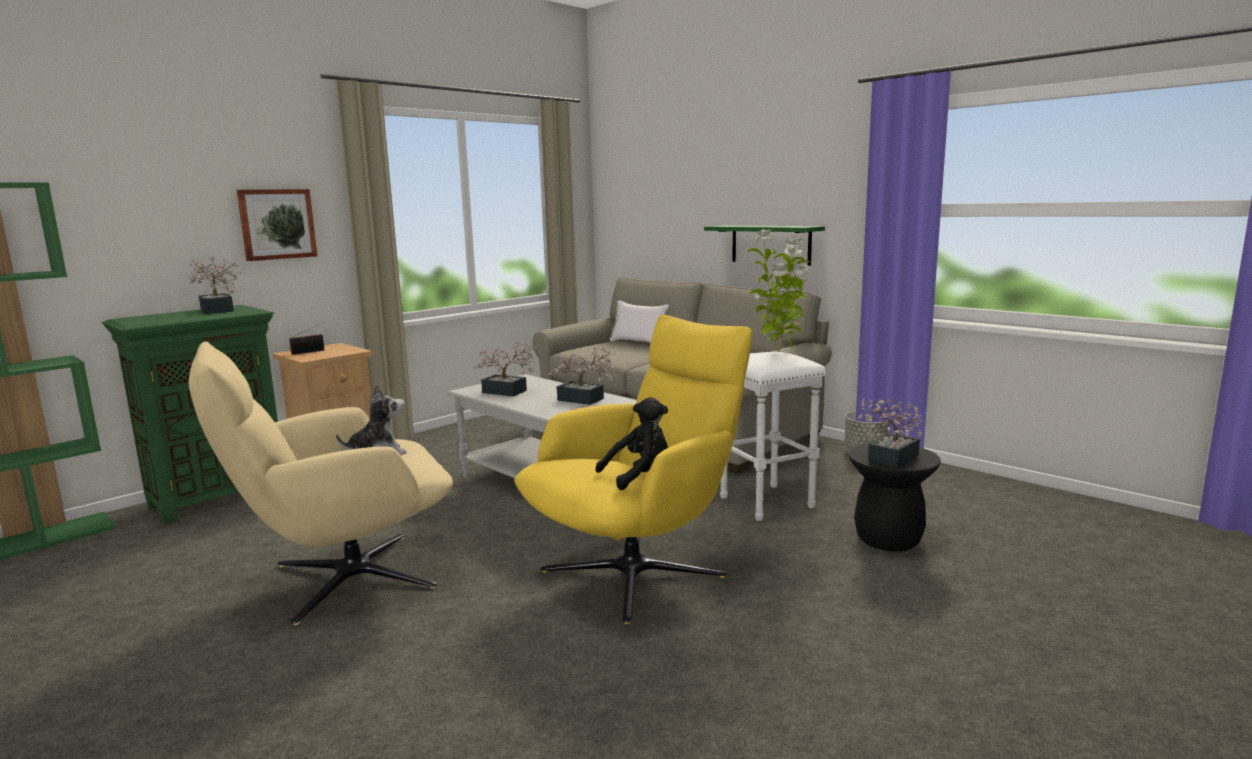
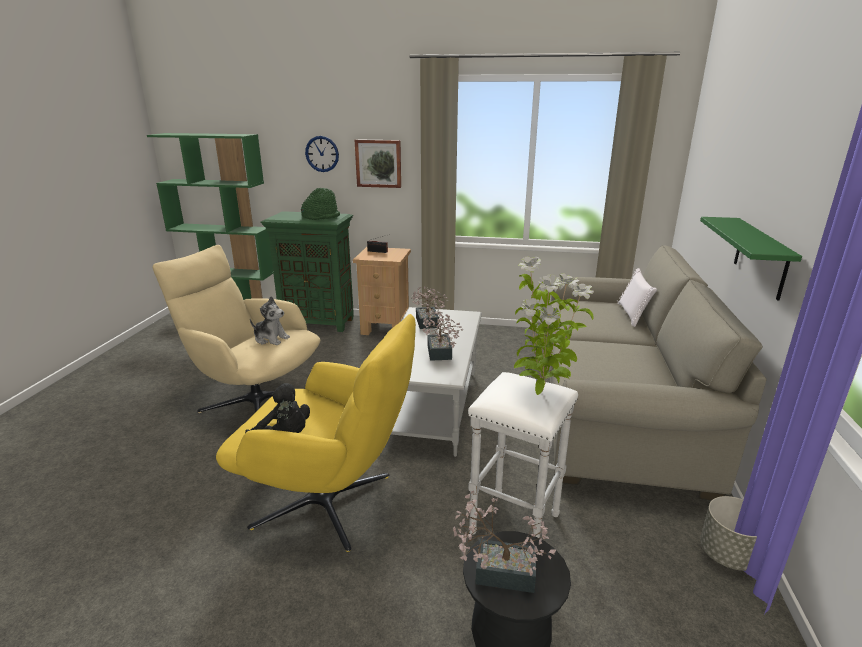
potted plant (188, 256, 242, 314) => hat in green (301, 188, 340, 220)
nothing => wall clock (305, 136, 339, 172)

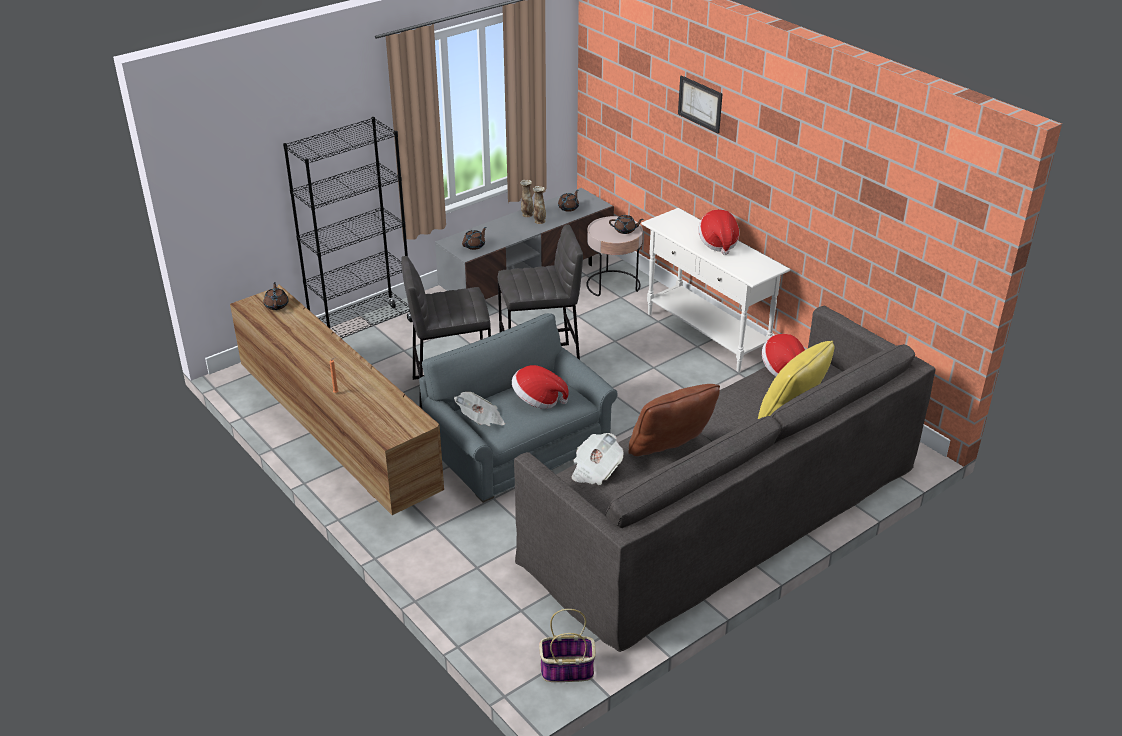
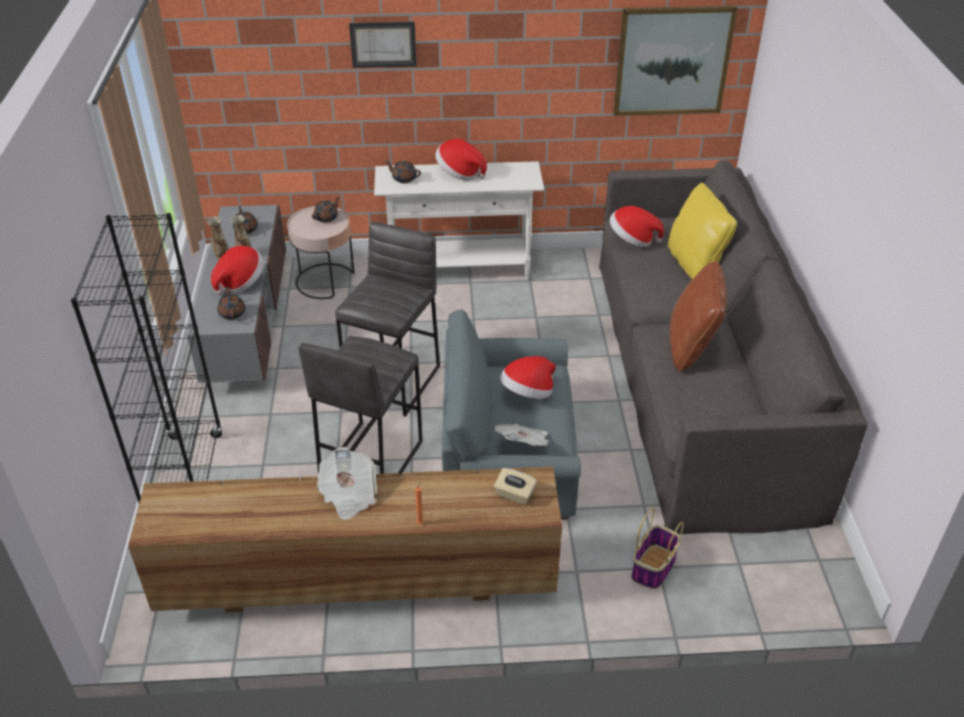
nothing => hat (211, 246, 264, 295)
newspaper (572, 433, 624, 485) => newspaper (317, 447, 377, 520), moved
teapot in brown (264, 282, 289, 310) => teapot in brown (385, 161, 421, 183), moved
nothing => tissue box in beige (494, 468, 537, 505)
nothing => picture (613, 6, 738, 116)
basket (539, 609, 596, 682) => basket (631, 507, 684, 589), moved

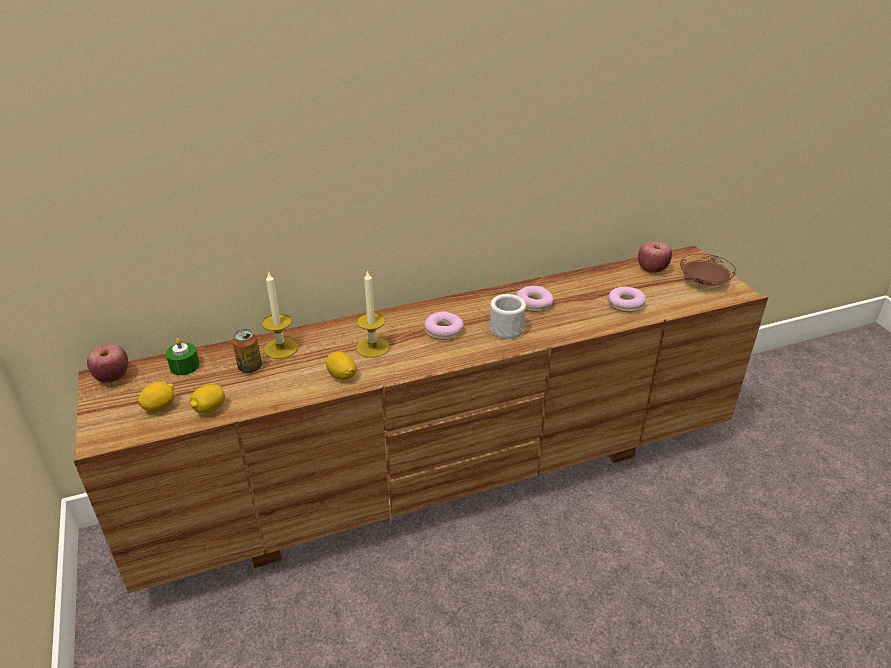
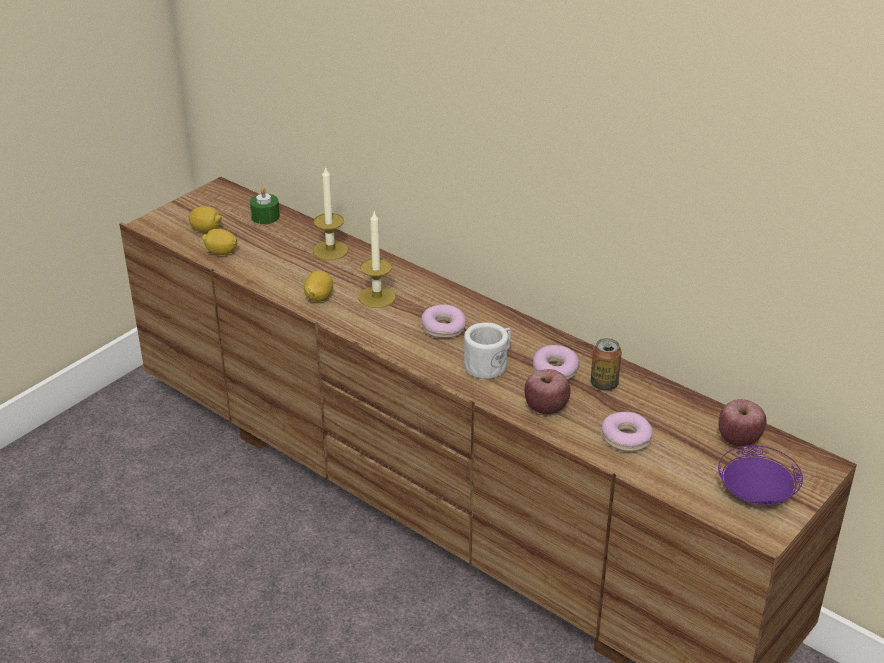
apple (87, 344, 128, 383) => apple (524, 369, 571, 414), moved
can (232, 329, 262, 373) => can (591, 338, 622, 391), moved
plate in brown (680, 254, 736, 285) => plate in purple (718, 445, 803, 505)

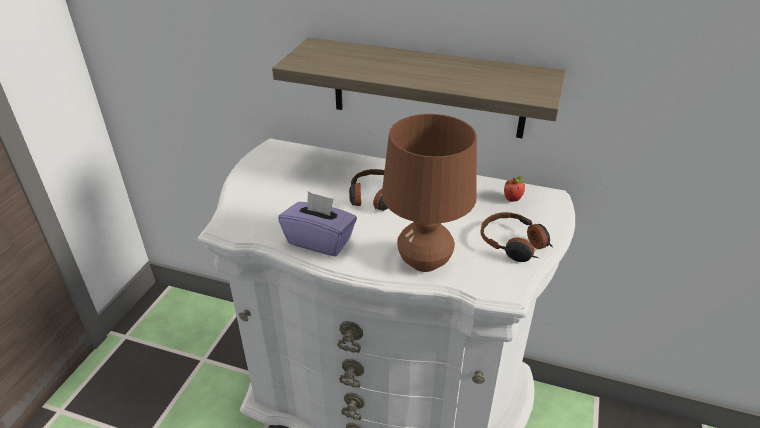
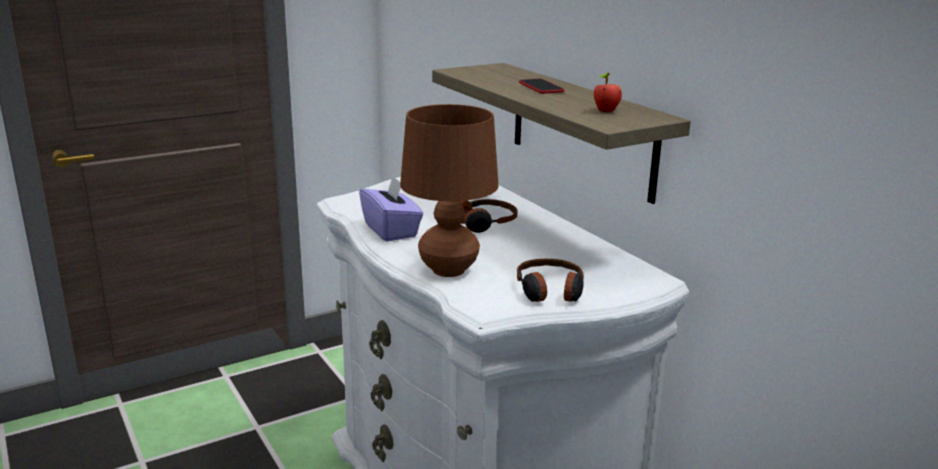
nothing => phone (519, 79, 565, 94)
apple (504, 176, 525, 202) => apple (594, 73, 622, 113), moved

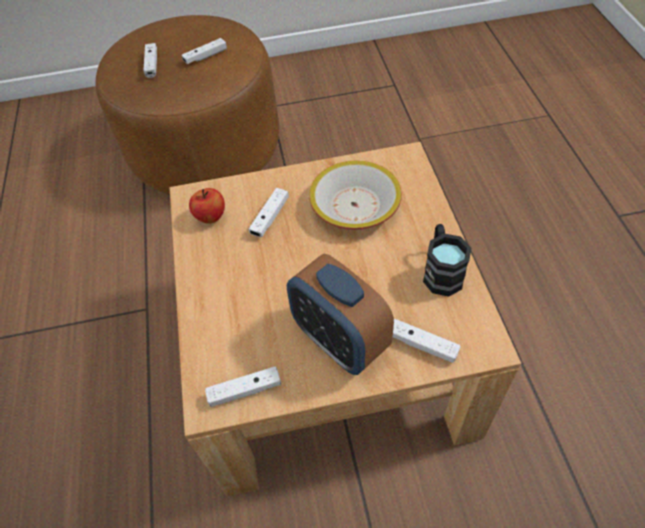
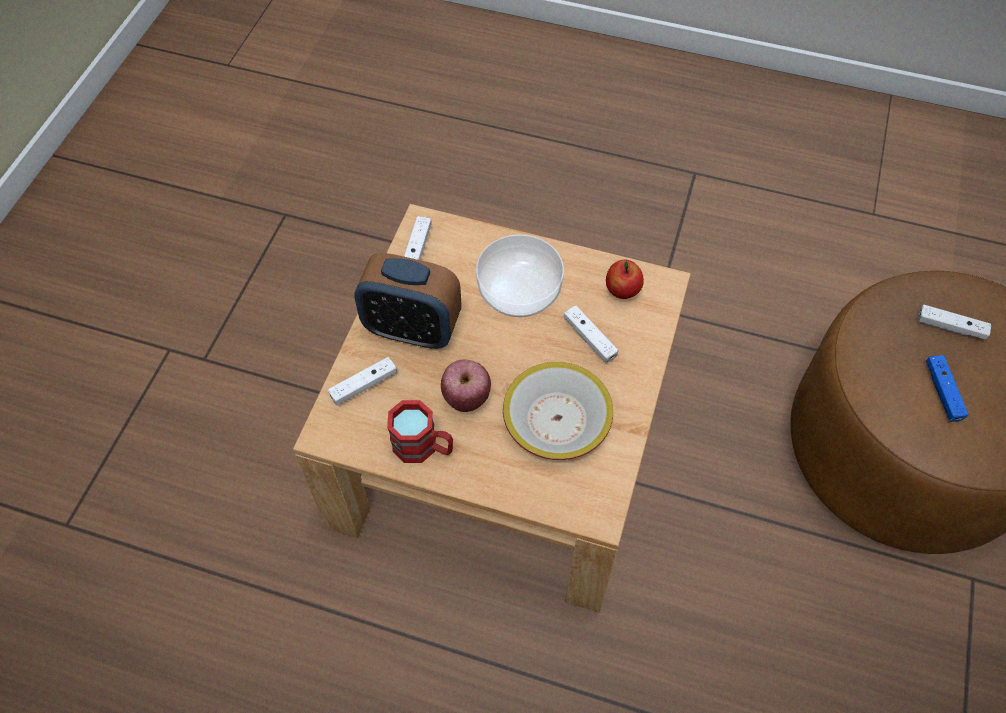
alarm clock (287, 254, 394, 375) => alarm clock (354, 253, 462, 349), 150 degrees counterclockwise
mug in black (423, 224, 471, 297) => mug in red (387, 400, 453, 463)
nothing => apple (441, 360, 491, 412)
nothing => bowl (476, 235, 564, 317)
game controller in white (182, 38, 227, 64) => game controller in blue (926, 355, 969, 422)

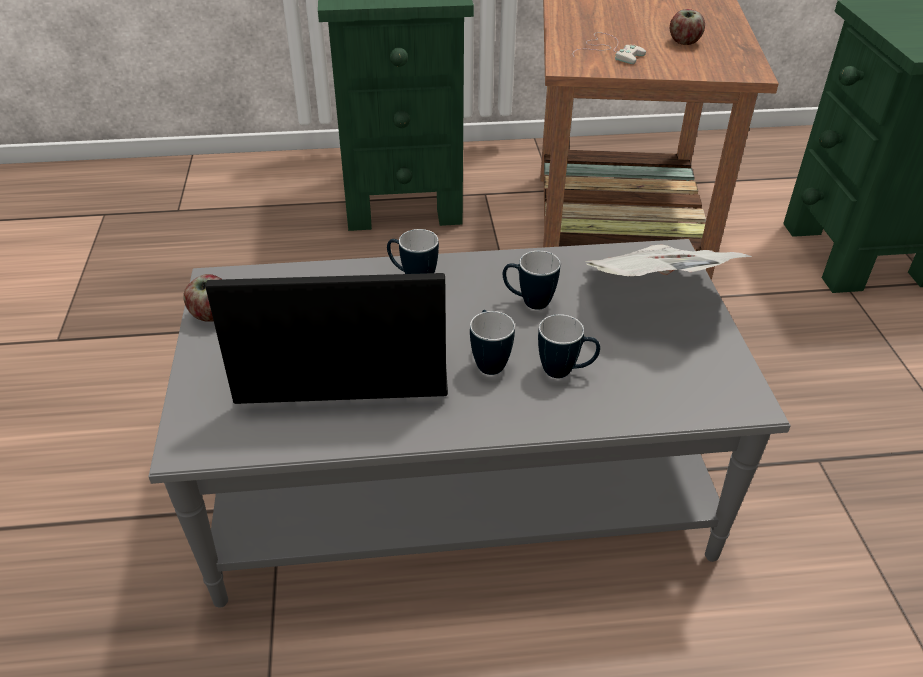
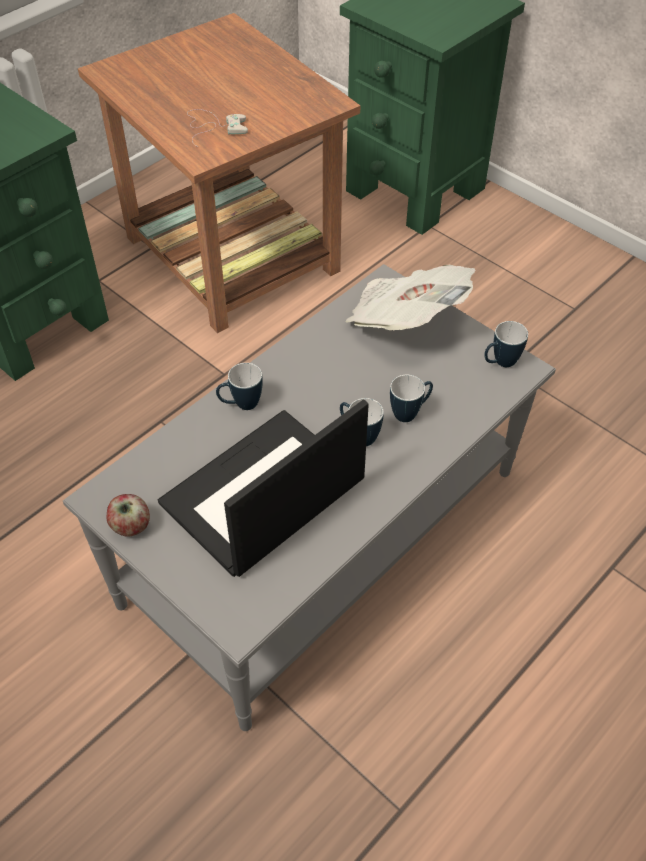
mug (503, 251, 560, 310) => mug (484, 321, 528, 367), moved
apple (670, 9, 705, 45) => nothing

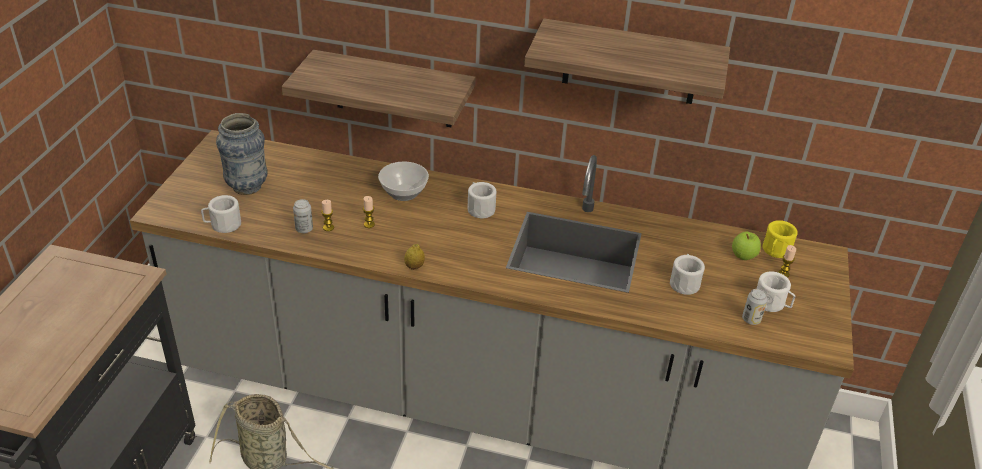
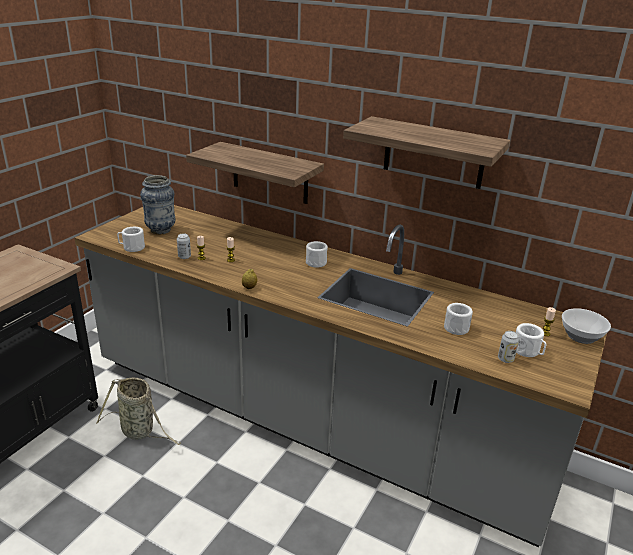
bowl (378, 162, 429, 201) => bowl (562, 308, 611, 344), moved
apple (732, 231, 761, 260) => nothing
mug in yellow (763, 220, 798, 258) => nothing

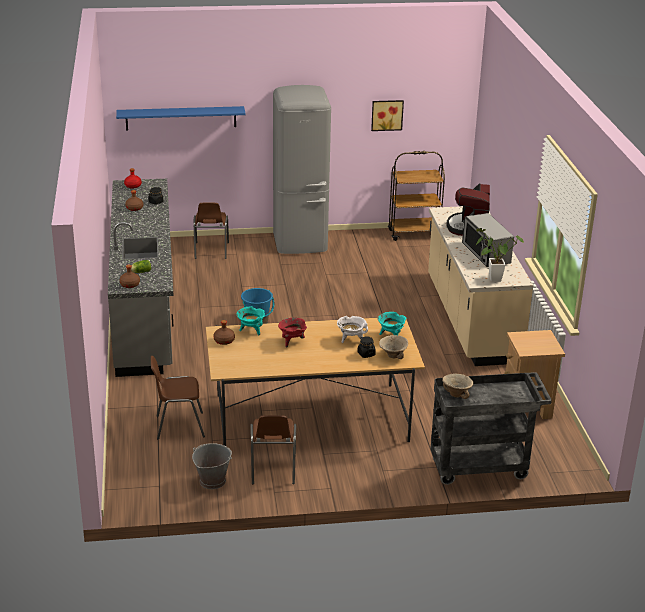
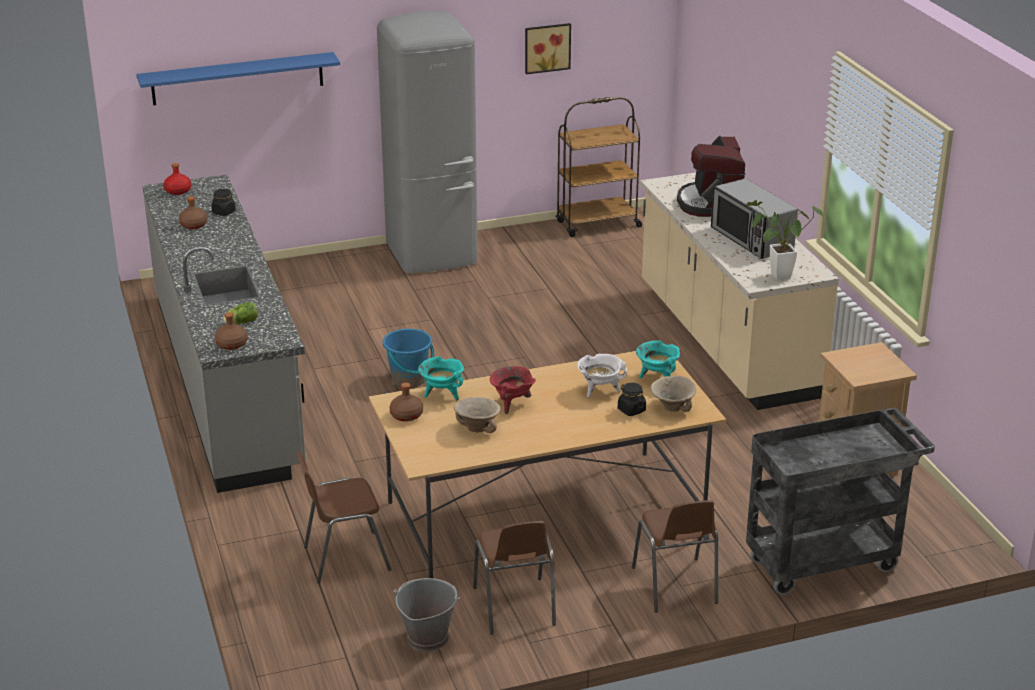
bowl in beige (442, 373, 474, 399) => bowl in beige (454, 397, 501, 433), moved
chair in brown (194, 202, 229, 259) => chair in brown (632, 500, 718, 613), moved

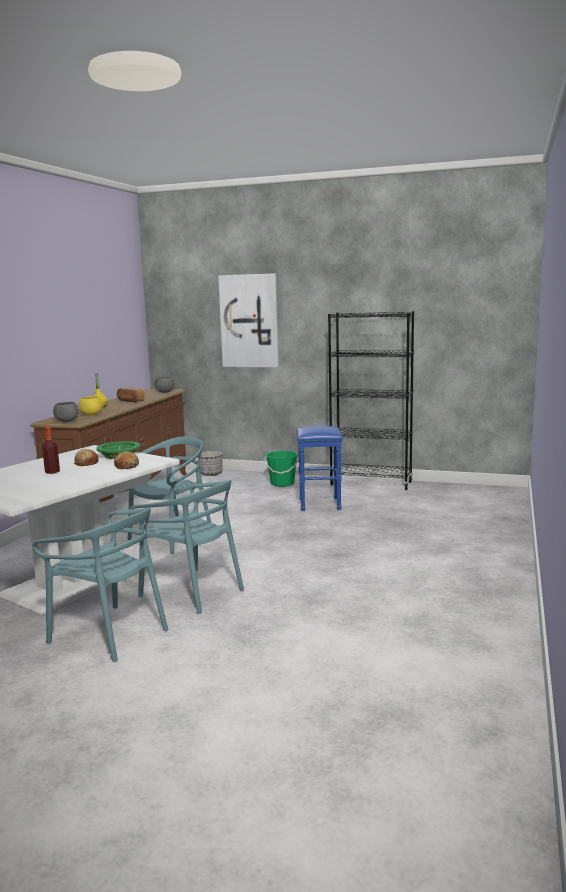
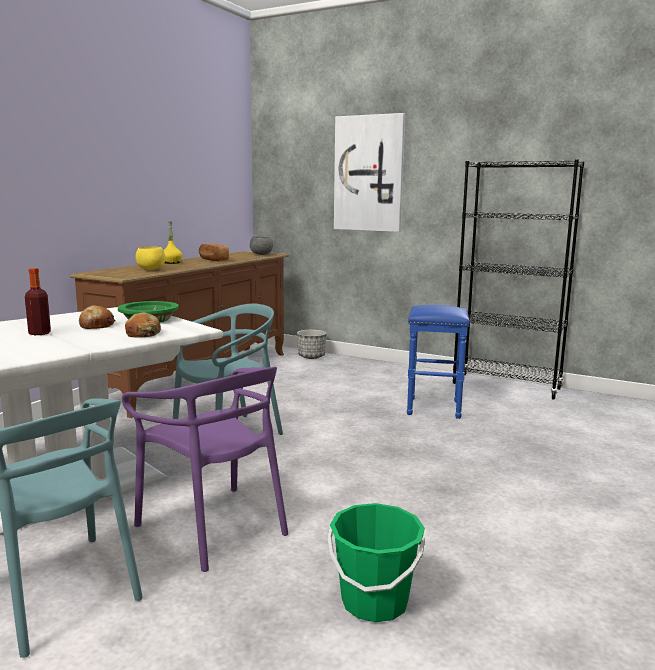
chair in turquoise (129, 480, 244, 614) => chair in purple (122, 367, 288, 572)
bucket in green (265, 451, 299, 487) => bucket in green (328, 503, 425, 622), moved
bowl in grey (53, 402, 79, 422) => nothing

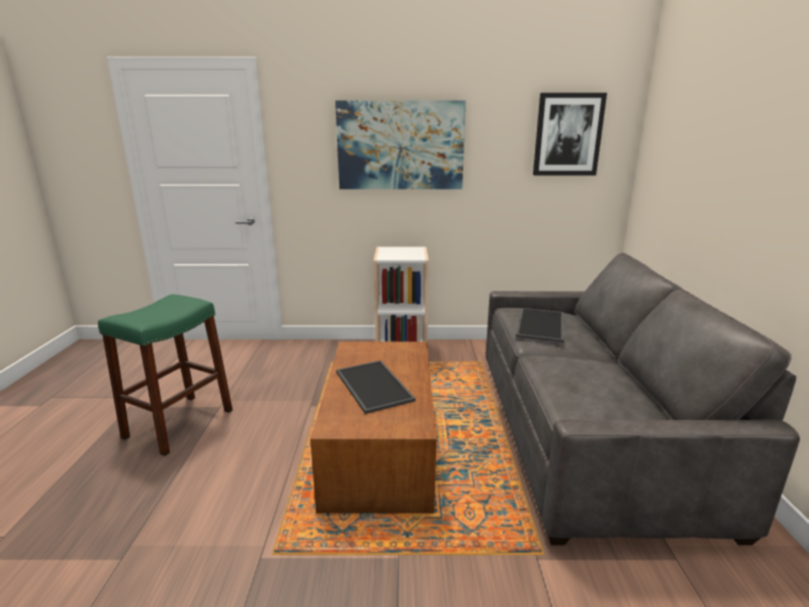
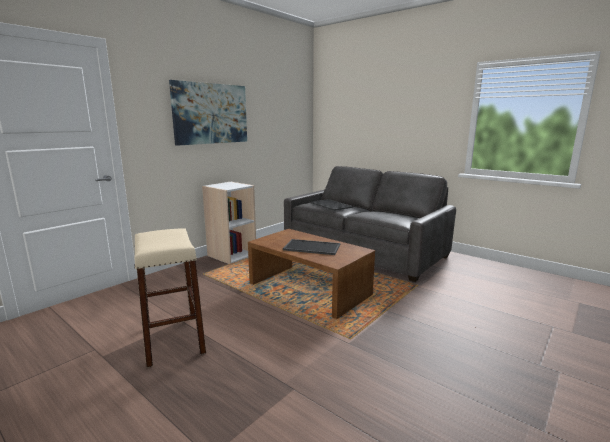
stool in green (98, 294, 233, 456) => stool in beige (135, 228, 206, 368)
picture (533, 93, 607, 175) => nothing

